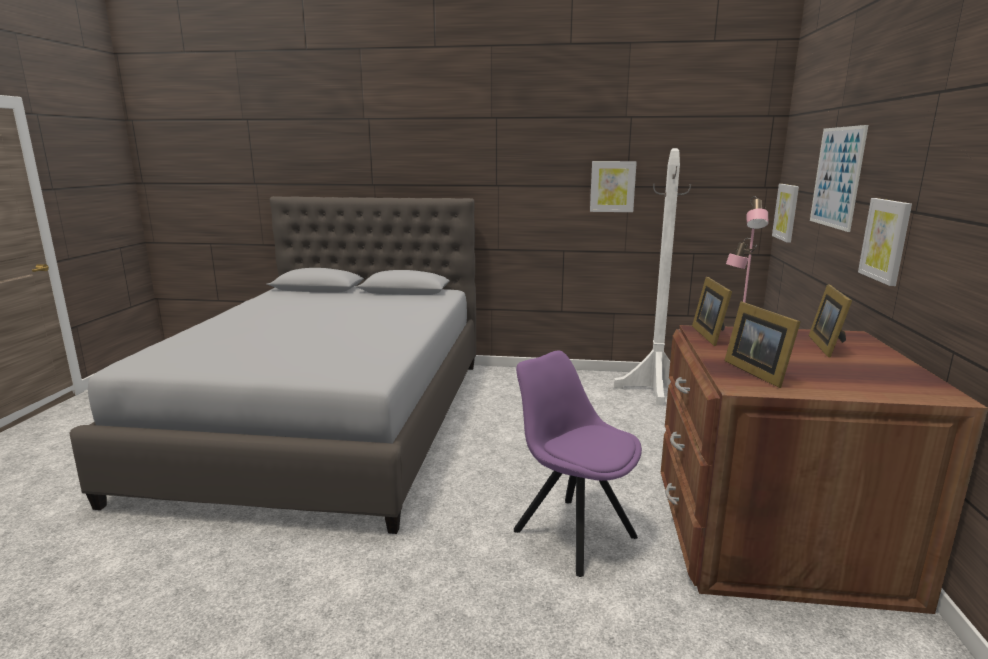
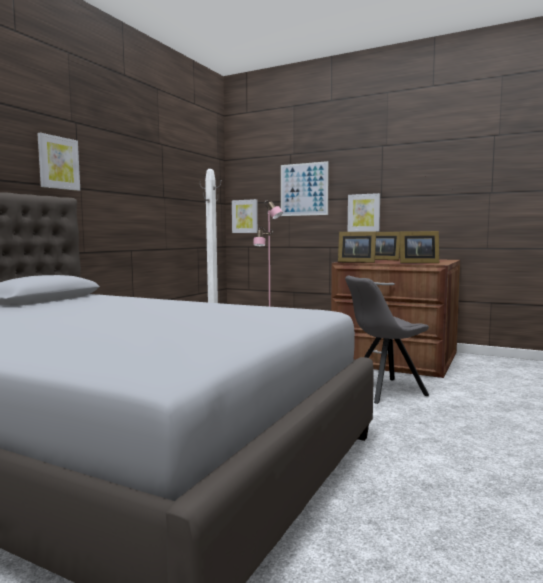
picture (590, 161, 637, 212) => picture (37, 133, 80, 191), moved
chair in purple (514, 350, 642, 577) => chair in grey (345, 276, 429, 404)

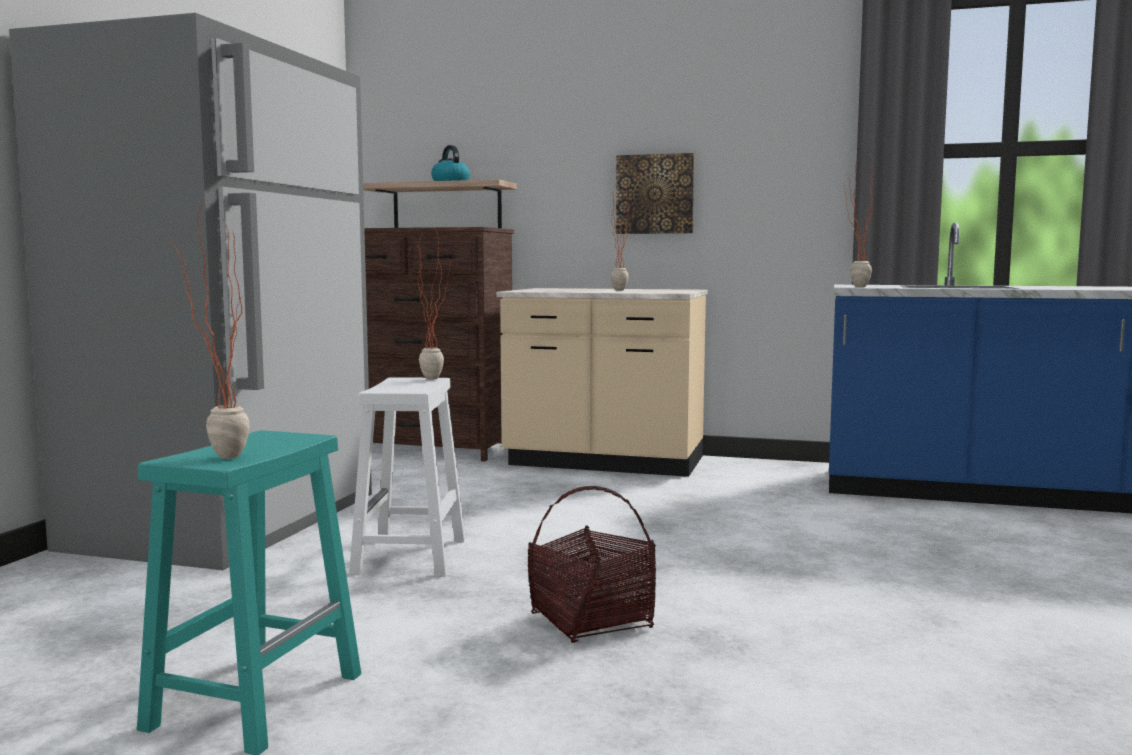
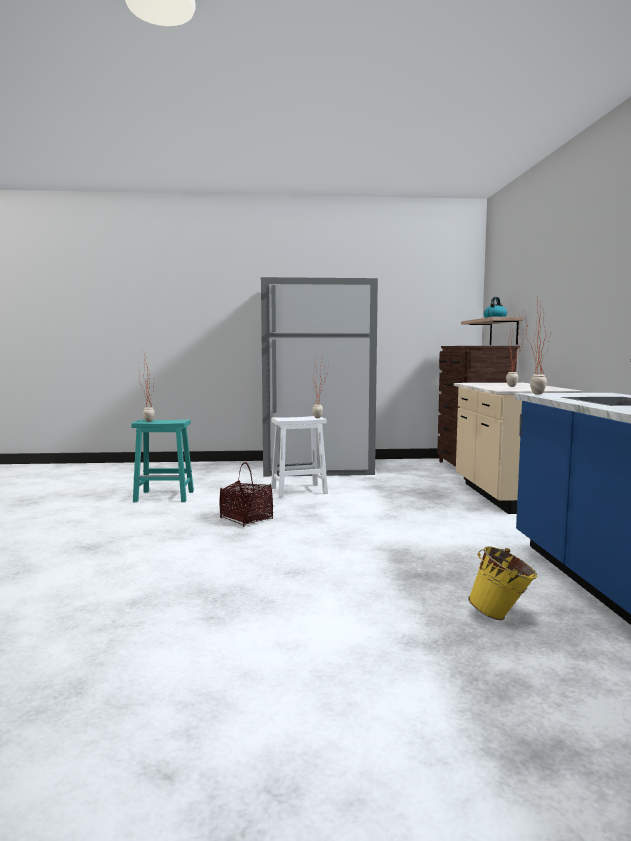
nothing => bucket in yellow (468, 546, 537, 620)
picture (616, 153, 695, 234) => nothing

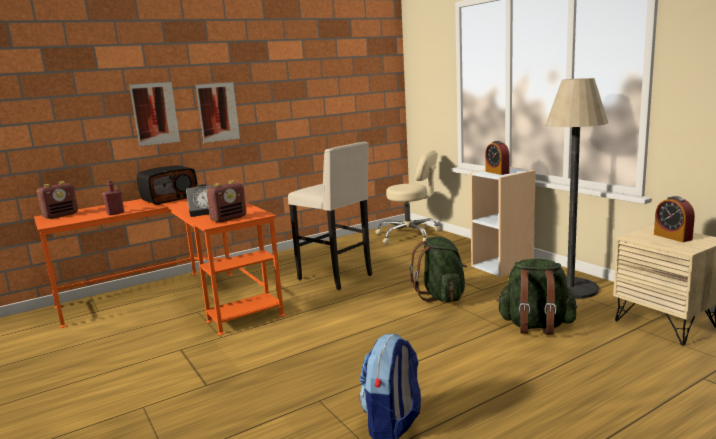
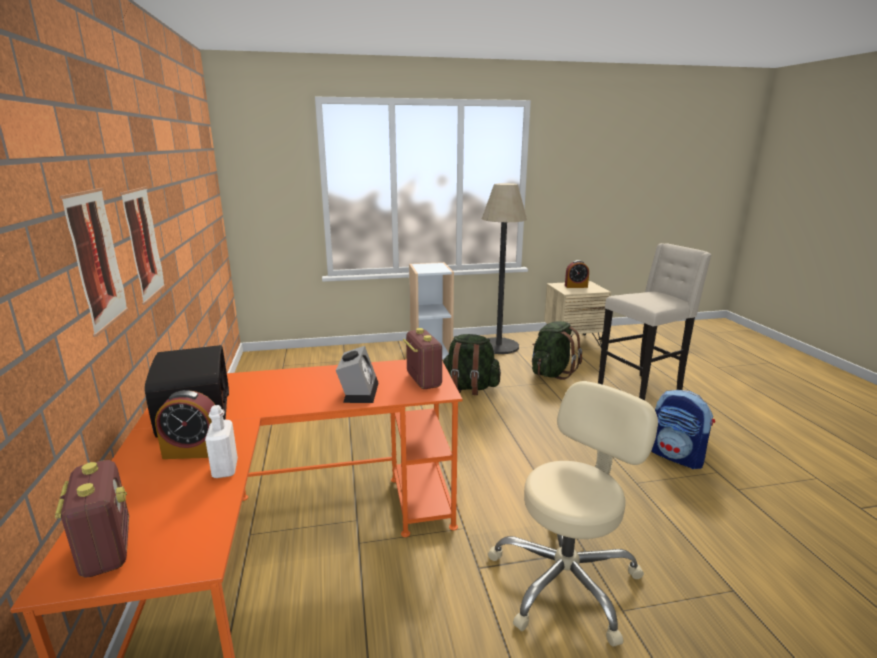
alarm clock (485, 141, 510, 175) => alarm clock (155, 390, 215, 459), moved
bottle in red (102, 180, 124, 215) => bottle in white (205, 405, 238, 478)
office chair in beige (375, 150, 441, 244) => office chair in beige (488, 381, 658, 647), moved
stool in beige (288, 142, 372, 290) => stool in beige (598, 243, 712, 400), moved

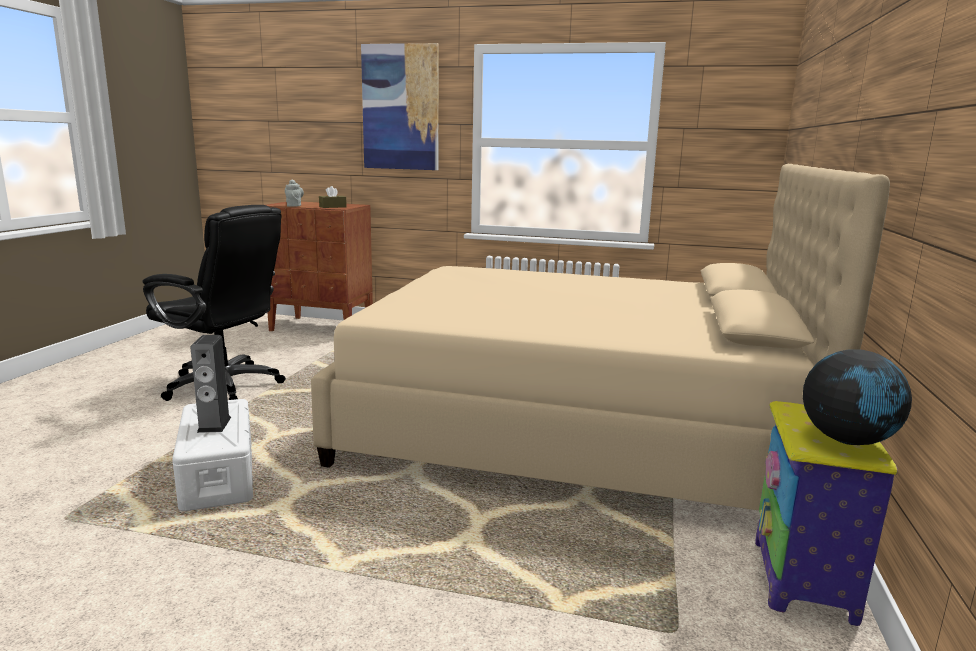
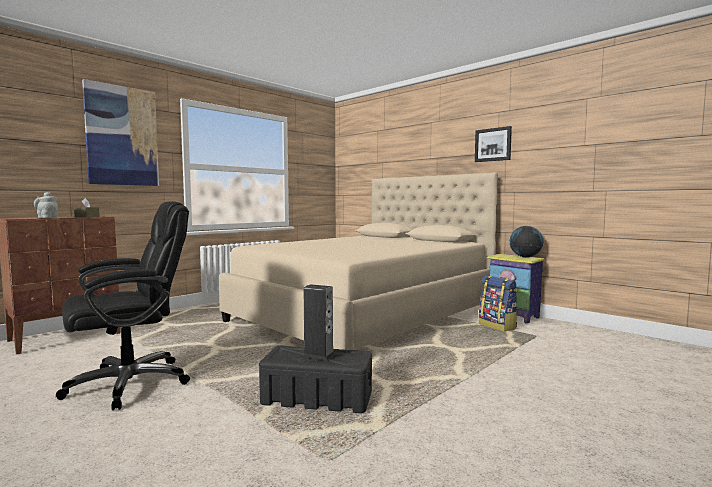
storage box in white (172, 399, 253, 511) => storage box in black (259, 346, 372, 413)
nothing => picture (475, 126, 512, 162)
nothing => backpack (479, 276, 518, 331)

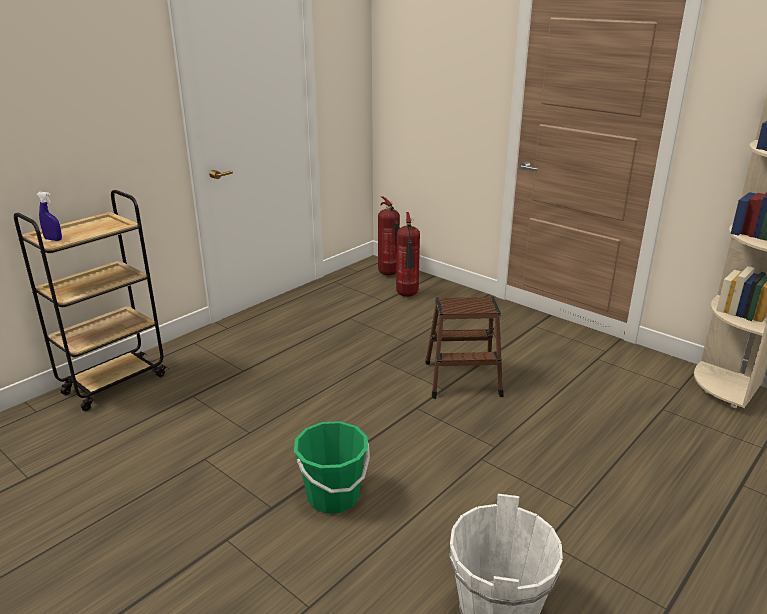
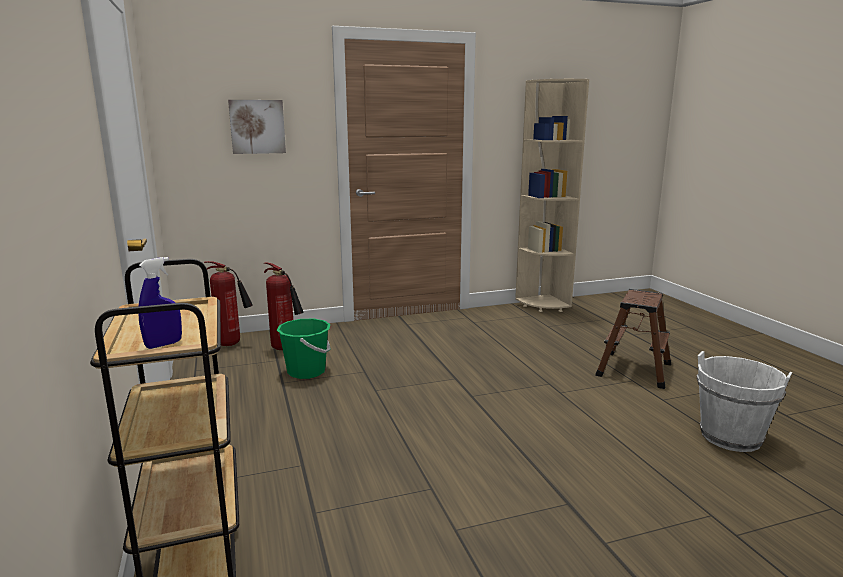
nothing => picture (228, 100, 286, 154)
bucket in green (294, 421, 370, 514) => bucket in green (277, 319, 331, 379), moved
step ladder in brown (425, 296, 504, 399) => step ladder in brown (595, 289, 671, 389), moved

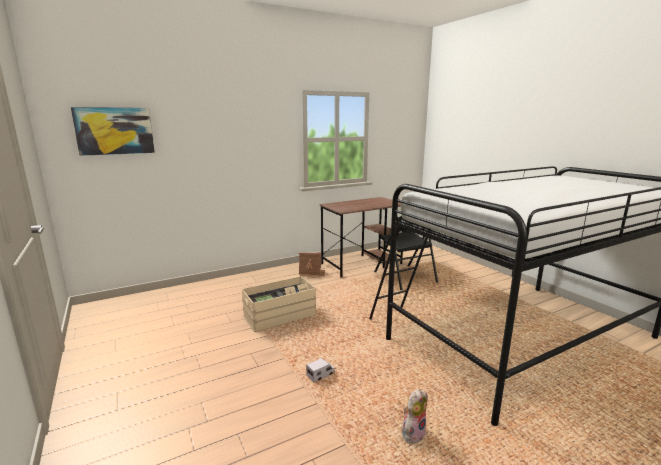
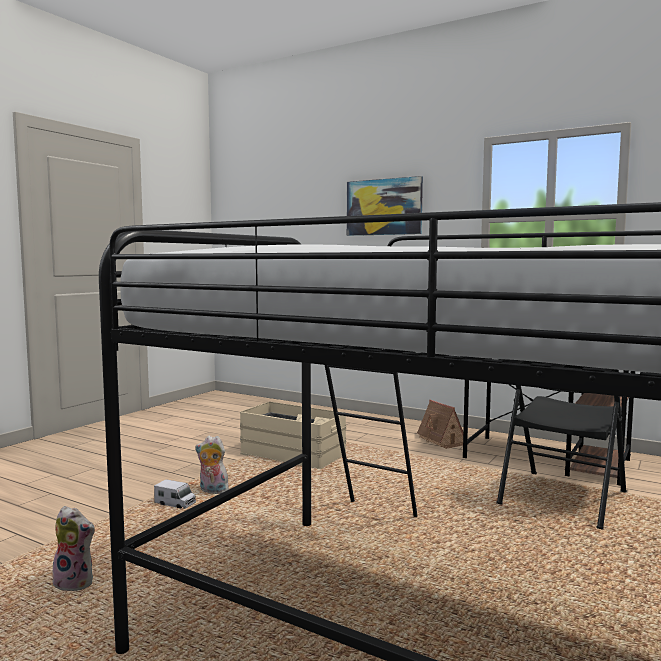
nothing => plush toy (195, 436, 229, 494)
picture (71, 107, 155, 156) => picture (347, 176, 423, 236), moved

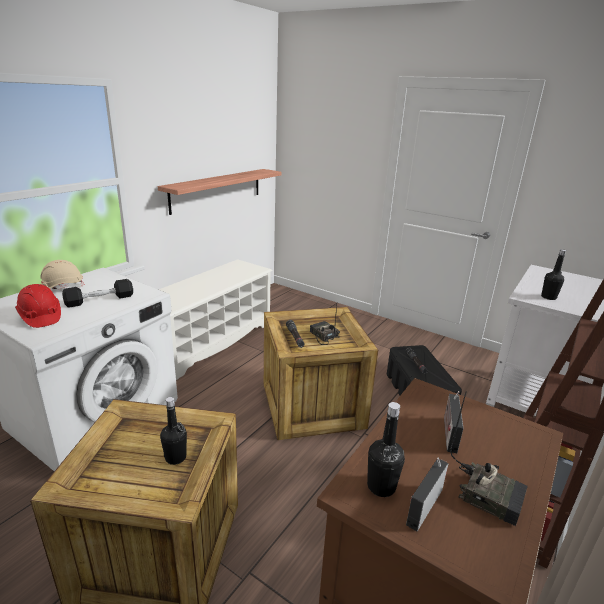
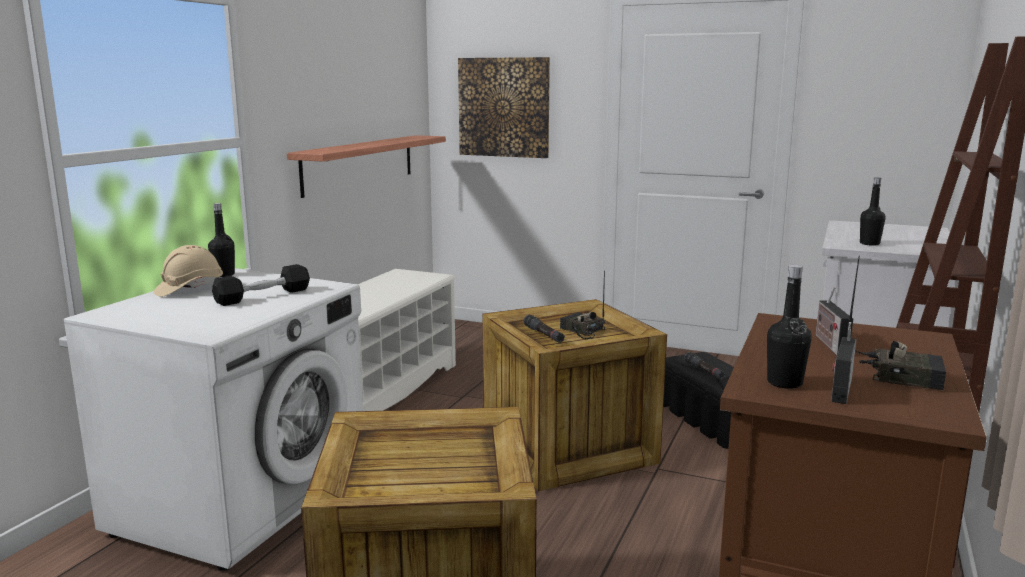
bottle in black (160, 397, 187, 465) => bottle in black (208, 203, 235, 277), moved
nothing => picture (458, 57, 550, 158)
hard hat in red (15, 284, 61, 328) => nothing

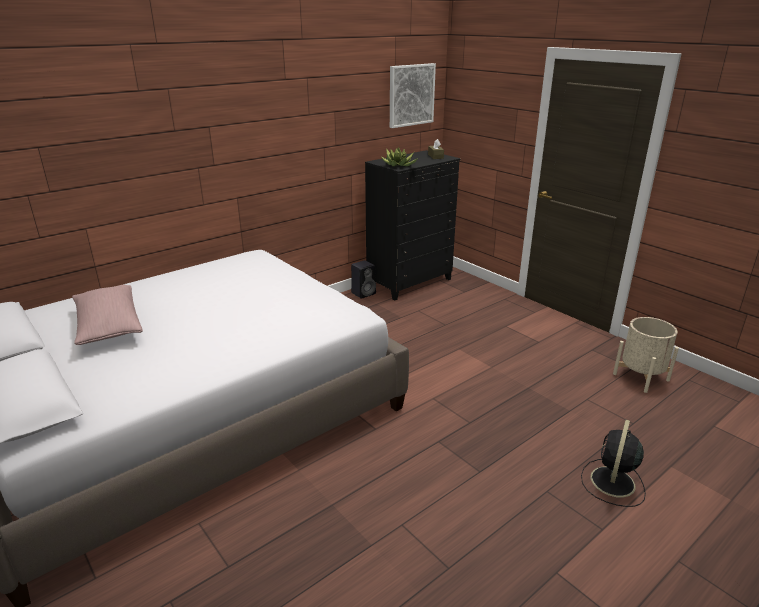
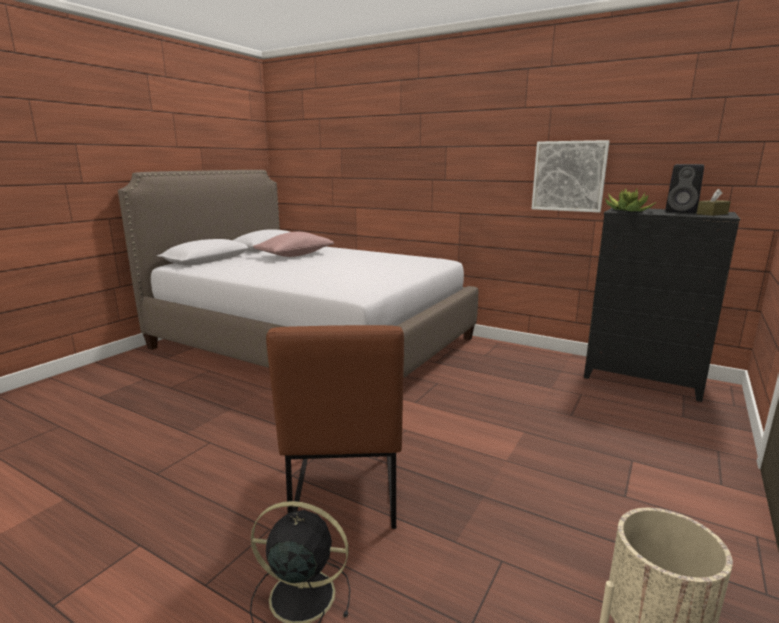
nothing => chair in brown (266, 325, 404, 529)
picture (390, 63, 436, 128) => picture (532, 140, 609, 213), moved
speaker in black (351, 260, 376, 299) => speaker in black (665, 164, 704, 213), moved

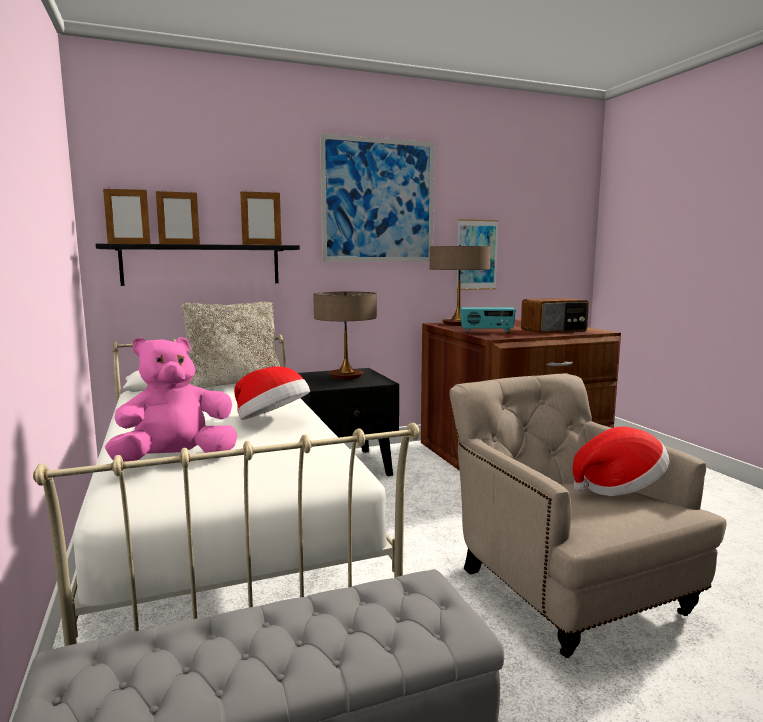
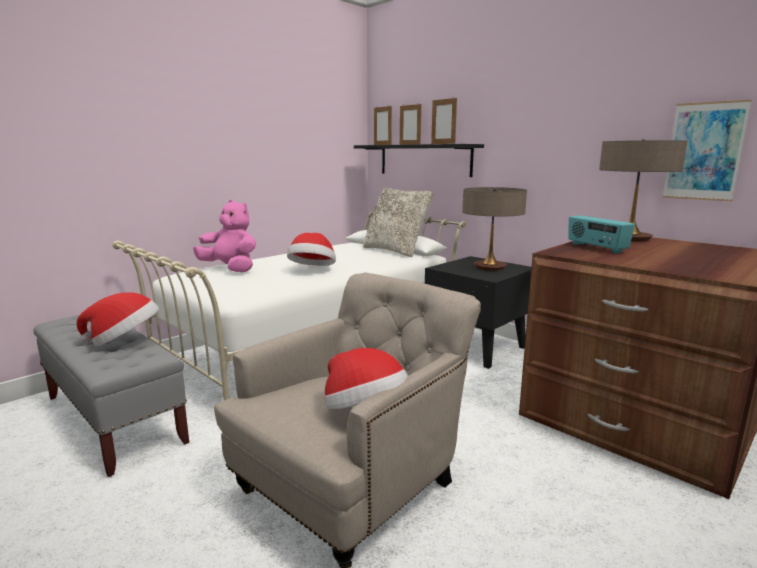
nothing => hat (76, 292, 159, 346)
picture (320, 133, 434, 262) => nothing
radio (521, 298, 589, 334) => nothing

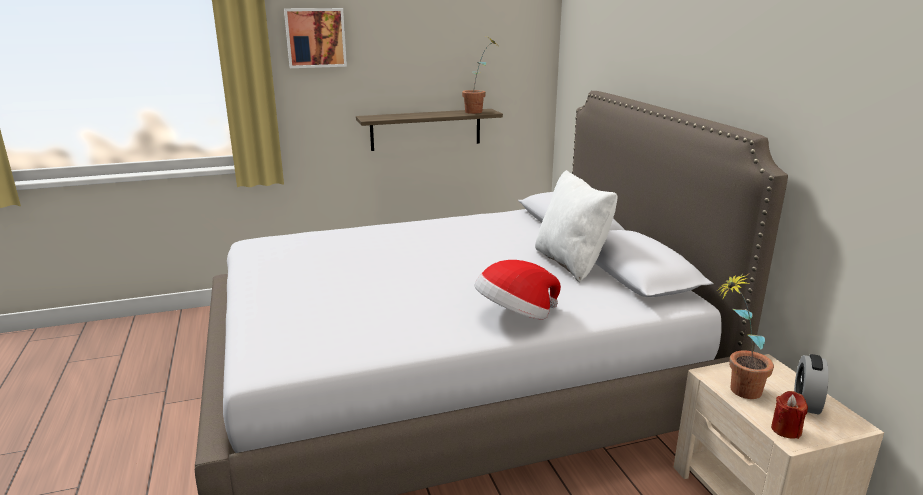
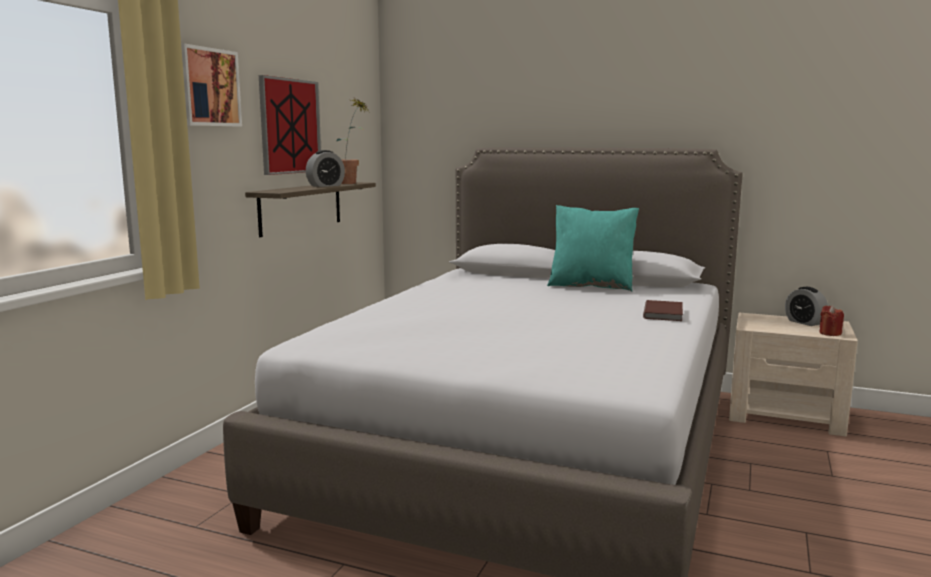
nothing => picture (259, 75, 321, 175)
nothing => alarm clock (306, 150, 345, 187)
pillow in white (535, 170, 617, 283) => pillow in turquoise (547, 205, 639, 291)
hat (474, 260, 561, 320) => book in brown (643, 300, 683, 321)
potted plant (717, 273, 774, 399) => nothing

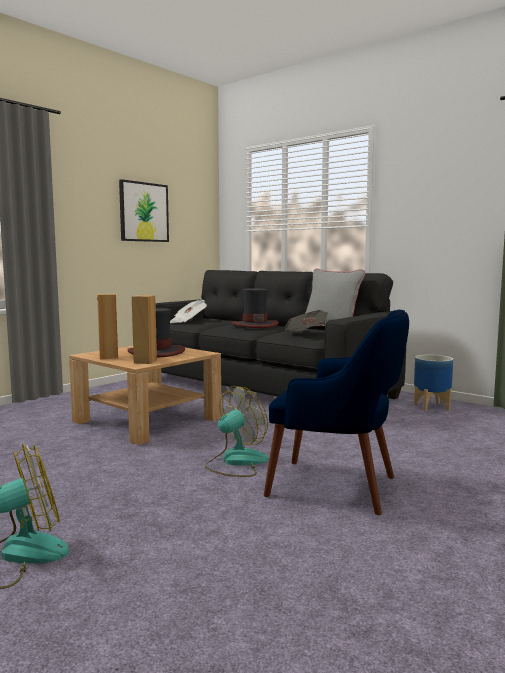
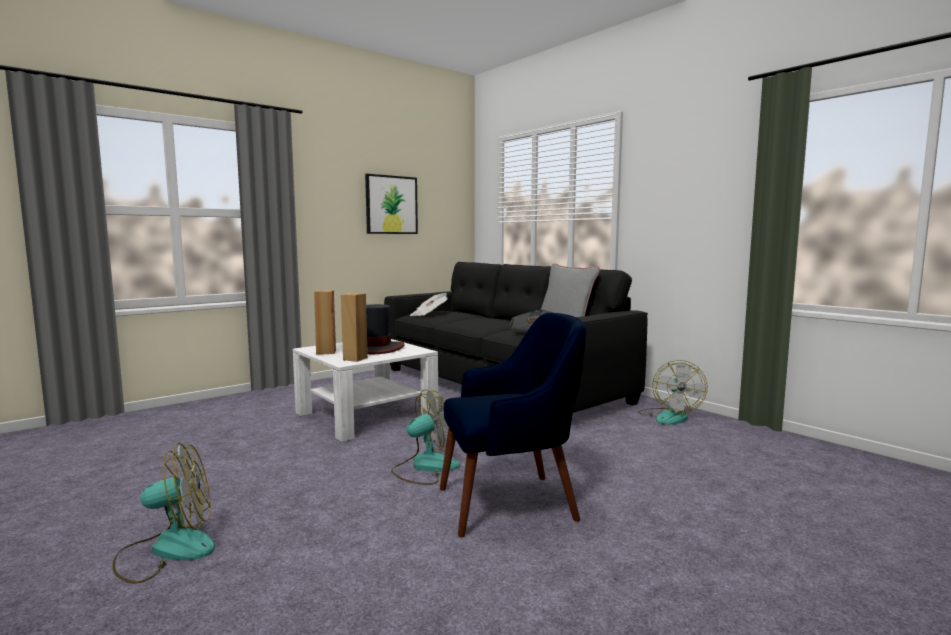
coffee table in brown (69, 346, 221, 445) => coffee table in white (293, 339, 439, 442)
armchair in blue (264, 310, 409, 515) => armchair in blue (440, 313, 586, 537), 45 degrees counterclockwise
planter (414, 355, 453, 411) => fan (638, 360, 707, 425)
hat (231, 288, 279, 328) => nothing

